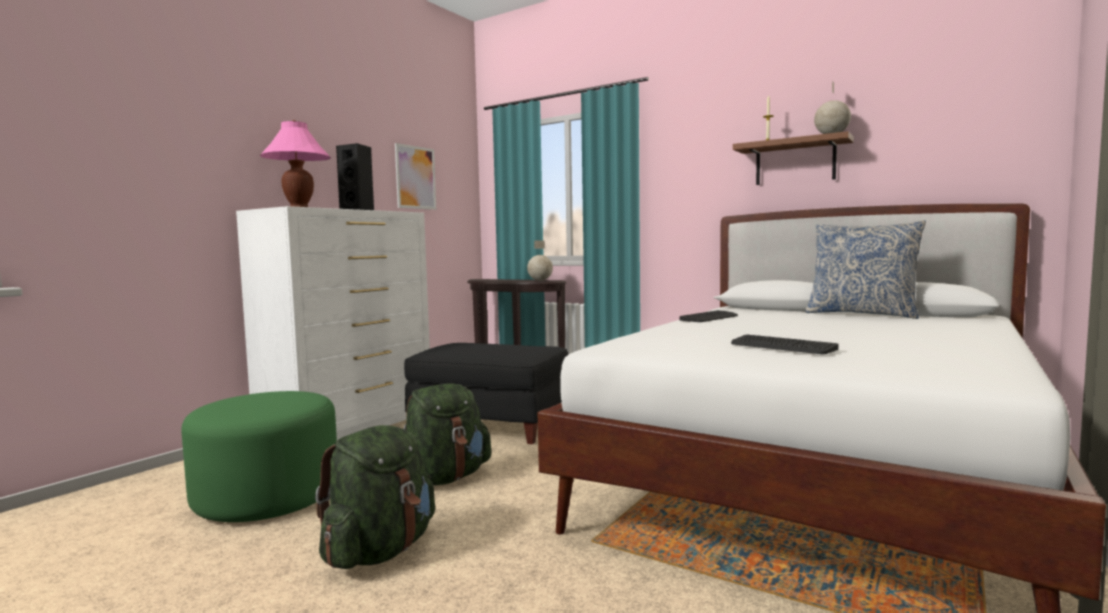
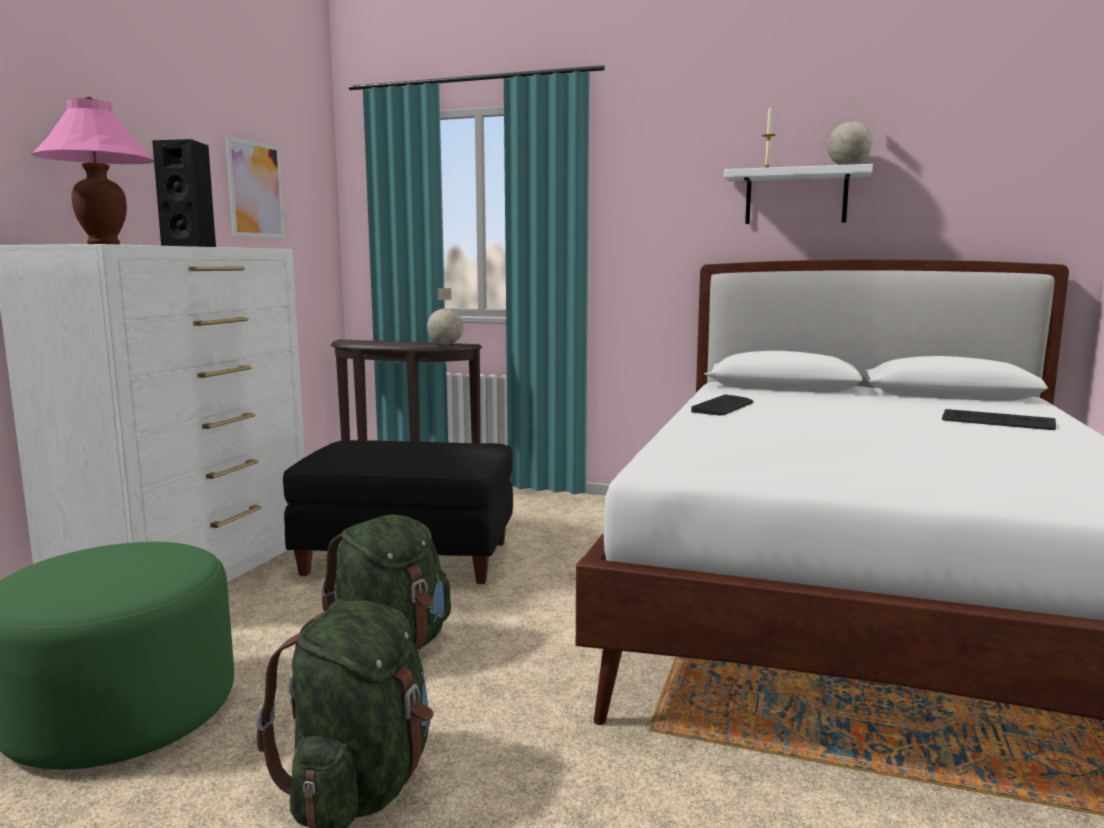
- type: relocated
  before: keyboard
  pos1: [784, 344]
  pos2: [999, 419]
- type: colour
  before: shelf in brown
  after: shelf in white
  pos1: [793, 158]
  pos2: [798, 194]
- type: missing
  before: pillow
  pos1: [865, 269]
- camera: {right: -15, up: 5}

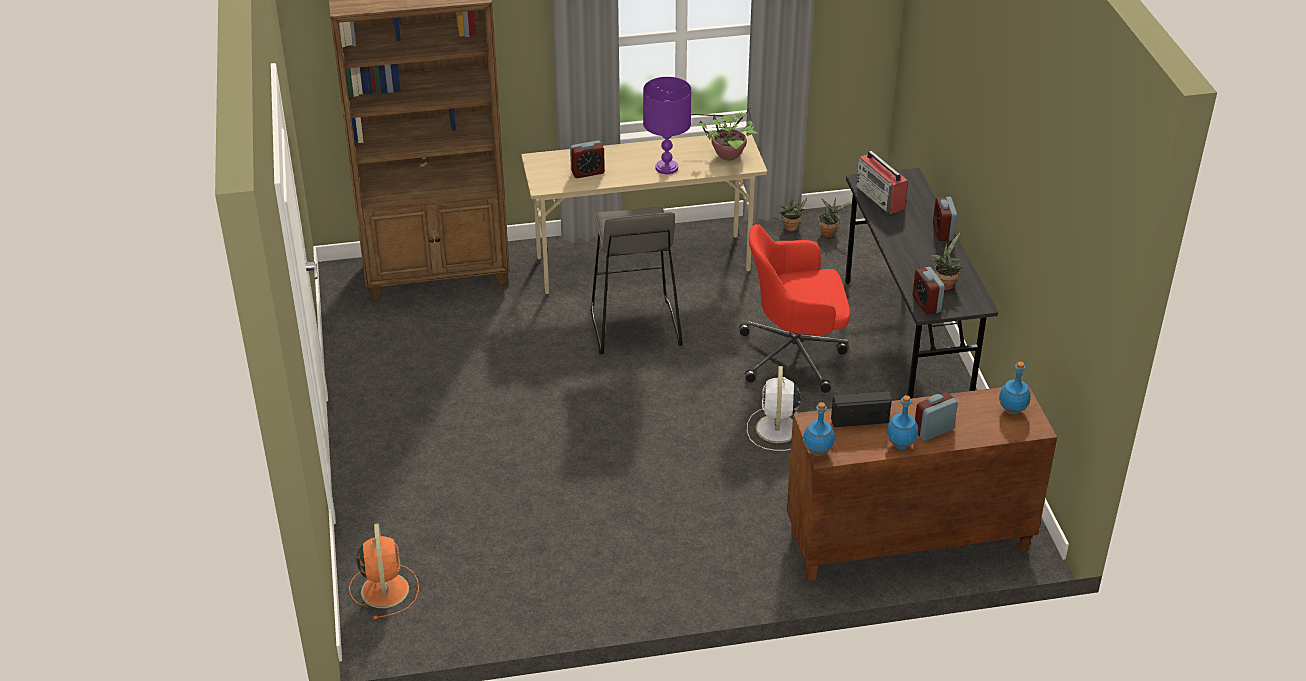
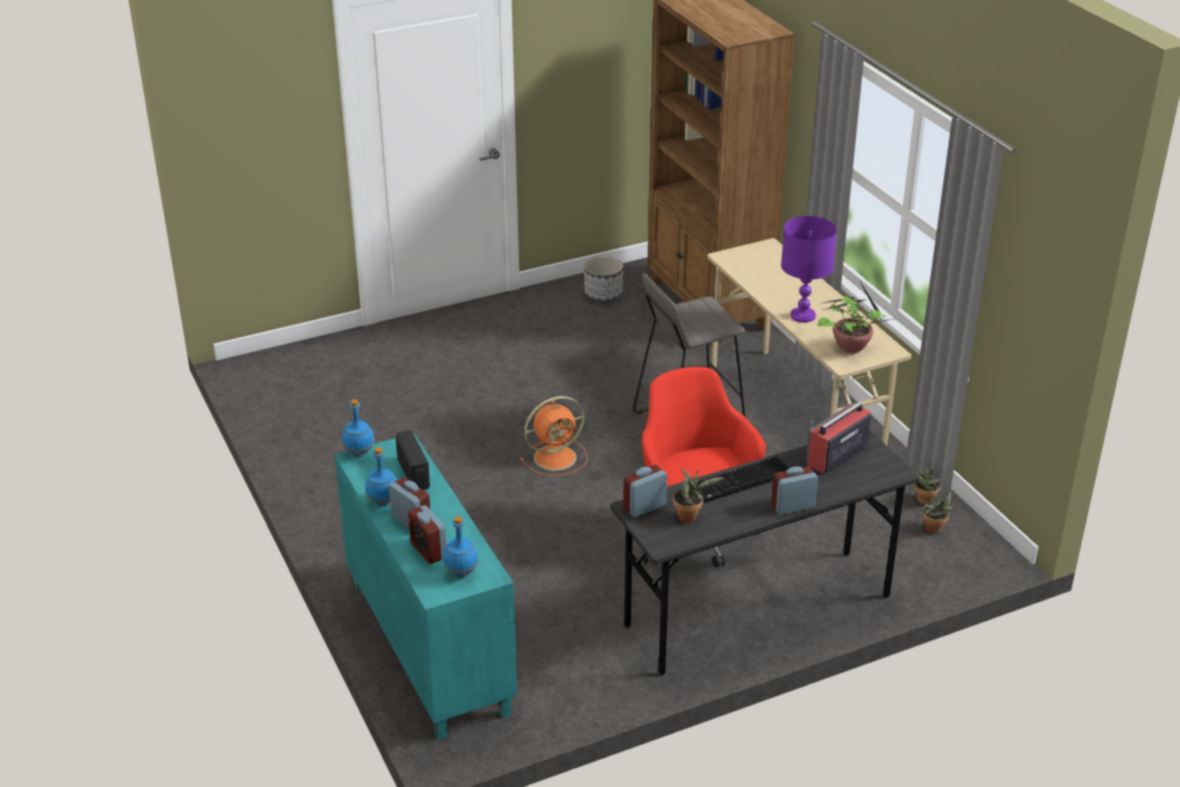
- type: relocated
  before: fan in orange
  pos1: [384, 571]
  pos2: [554, 436]
- type: relocated
  before: alarm clock
  pos1: [587, 159]
  pos2: [427, 534]
- type: missing
  before: fan in white
  pos1: [774, 408]
- type: colour
  before: cabinet in brown
  after: cabinet in turquoise
  pos1: [922, 483]
  pos2: [426, 586]
- type: appeared
  after: planter
  pos2: [603, 278]
- type: appeared
  after: keyboard
  pos2: [743, 479]
- camera: {right: 75, up: -5}

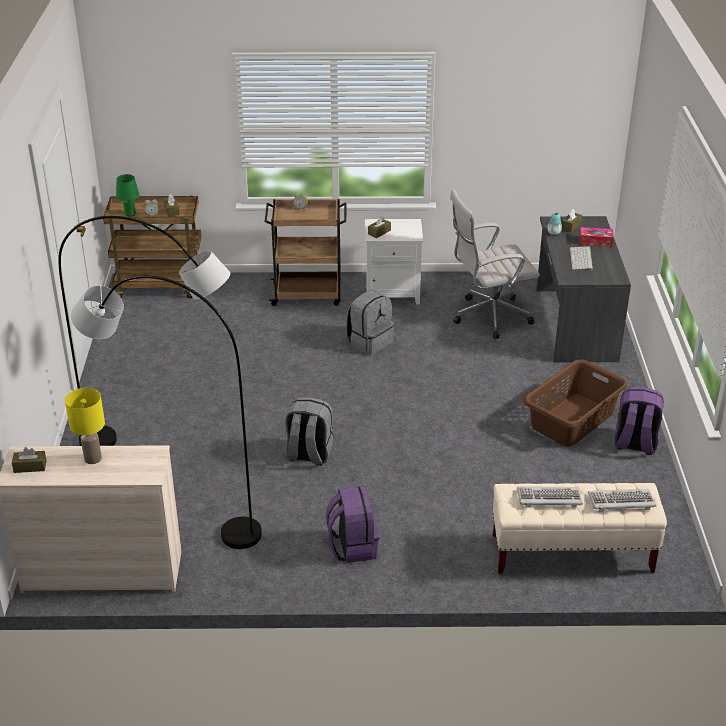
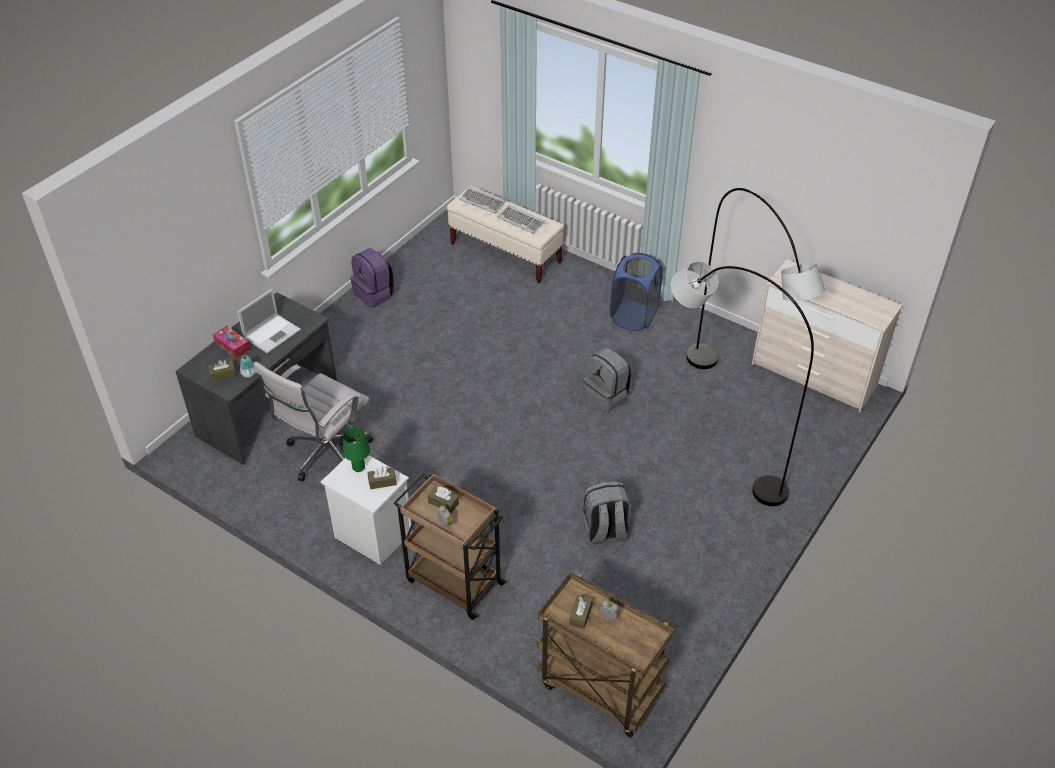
- type: relocated
  before: tissue box in brown
  pos1: [29, 460]
  pos2: [443, 499]
- type: missing
  before: table lamp in yellow
  pos1: [85, 426]
- type: relocated
  before: table lamp in green
  pos1: [127, 195]
  pos2: [356, 449]
- type: exchanged
  before: backpack in purple
  after: laundry basket in blue
  pos1: [353, 524]
  pos2: [636, 292]
- type: relocated
  before: backpack in grey
  pos1: [370, 322]
  pos2: [606, 512]
- type: spun
  before: office chair in white
  pos1: [495, 264]
  pos2: [313, 421]
  turn: 105
- type: missing
  before: laundry basket in brown
  pos1: [575, 403]
- type: exchanged
  before: keyboard
  after: laptop
  pos1: [581, 258]
  pos2: [269, 321]
- camera: {right: -145, up: 10}

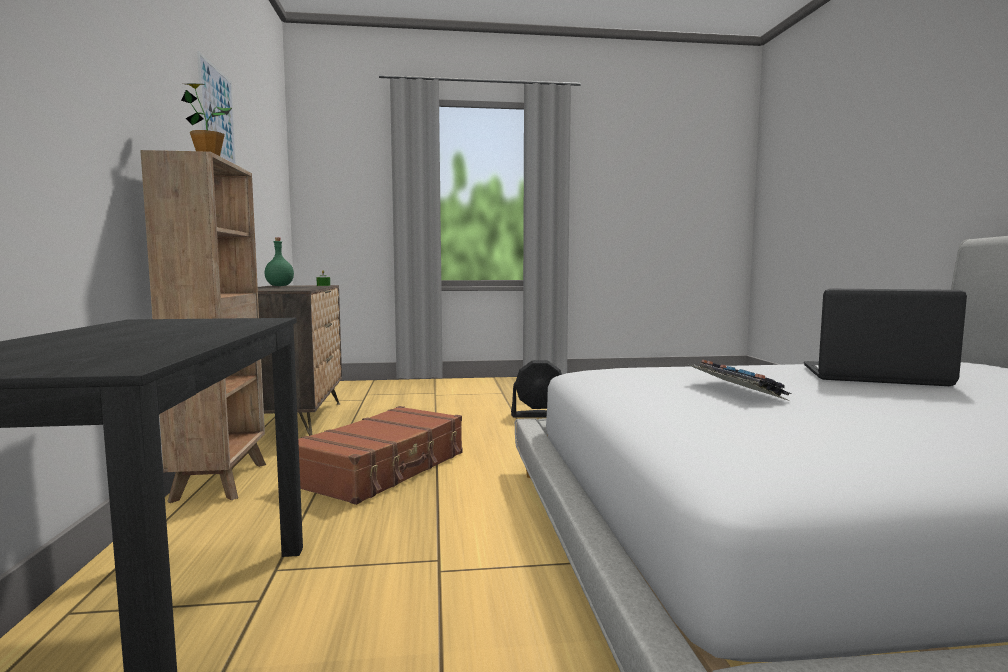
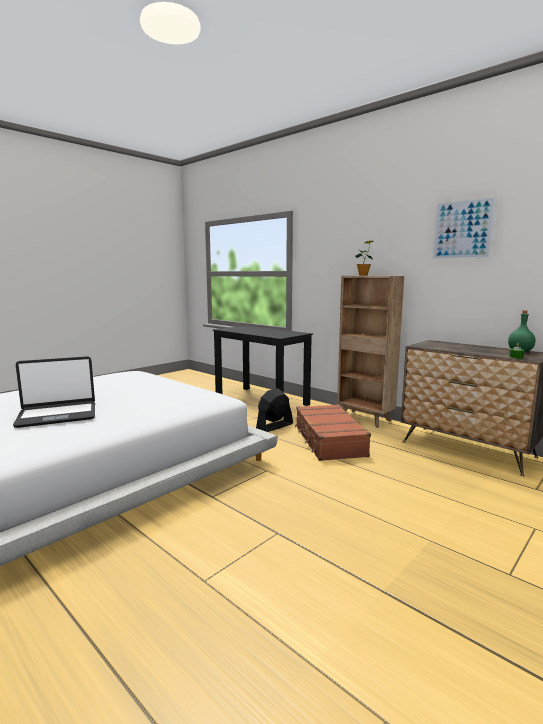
- type: relocated
  before: fan in black
  pos1: [536, 389]
  pos2: [274, 410]
- type: missing
  before: keyboard
  pos1: [739, 380]
- camera: {right: 140, up: 5}

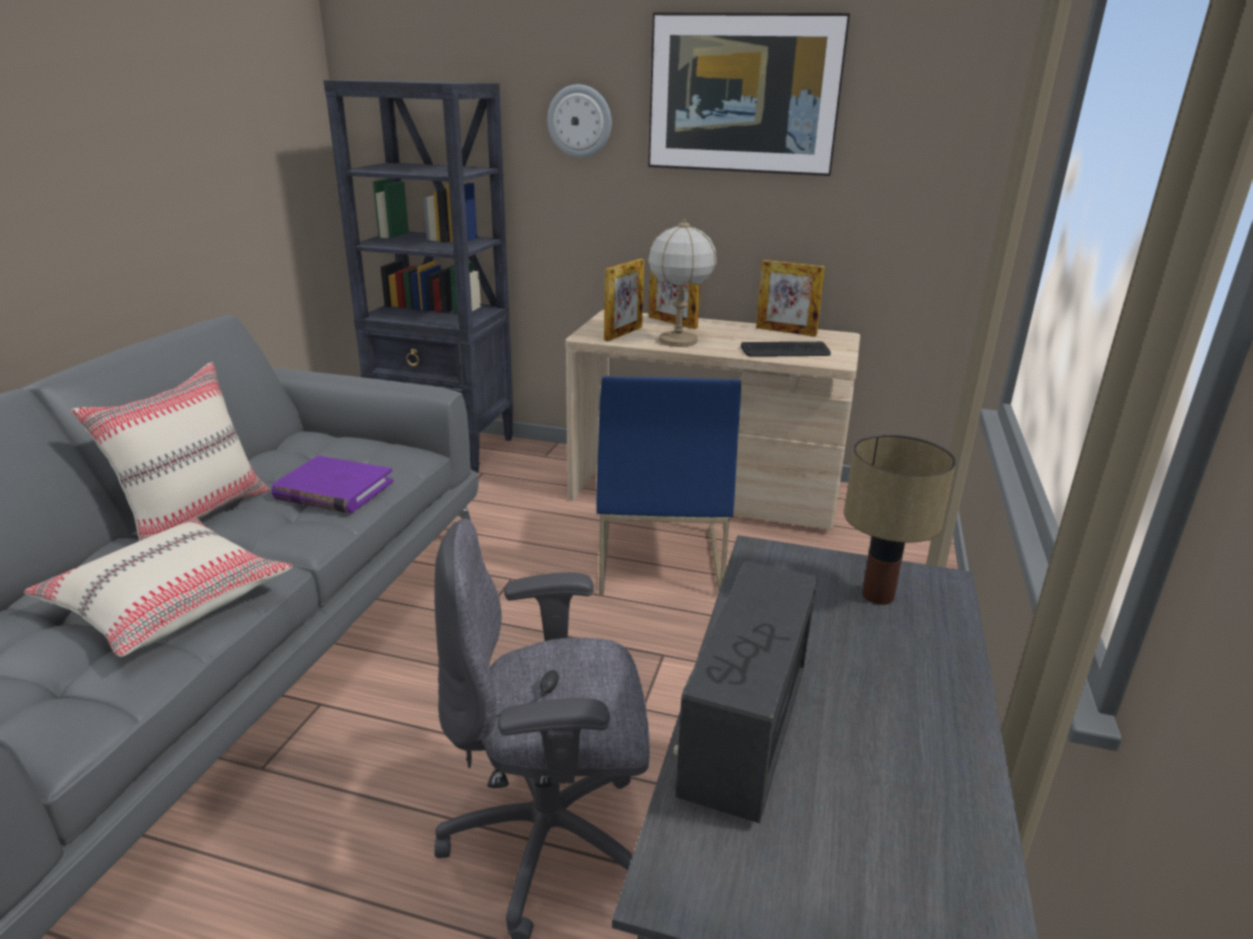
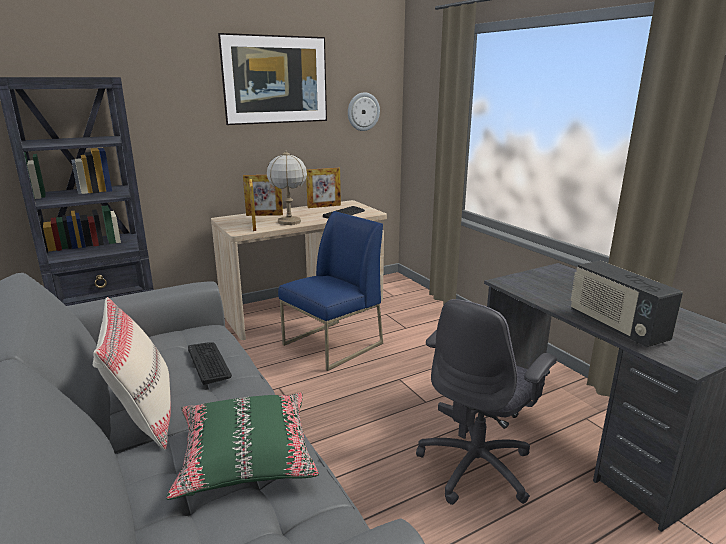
- type: colour
  before: pillow in beige
  after: pillow in green
  pos1: [158, 587]
  pos2: [242, 446]
- type: exchanged
  before: book in purple
  after: keyboard
  pos1: [333, 484]
  pos2: [210, 363]
- type: relocated
  before: wall clock
  pos1: [580, 121]
  pos2: [364, 111]
- type: spun
  before: chair in blue
  pos1: [668, 485]
  pos2: [330, 291]
  turn: -90
- type: missing
  before: table lamp
  pos1: [900, 519]
- camera: {right: -45, up: -5}

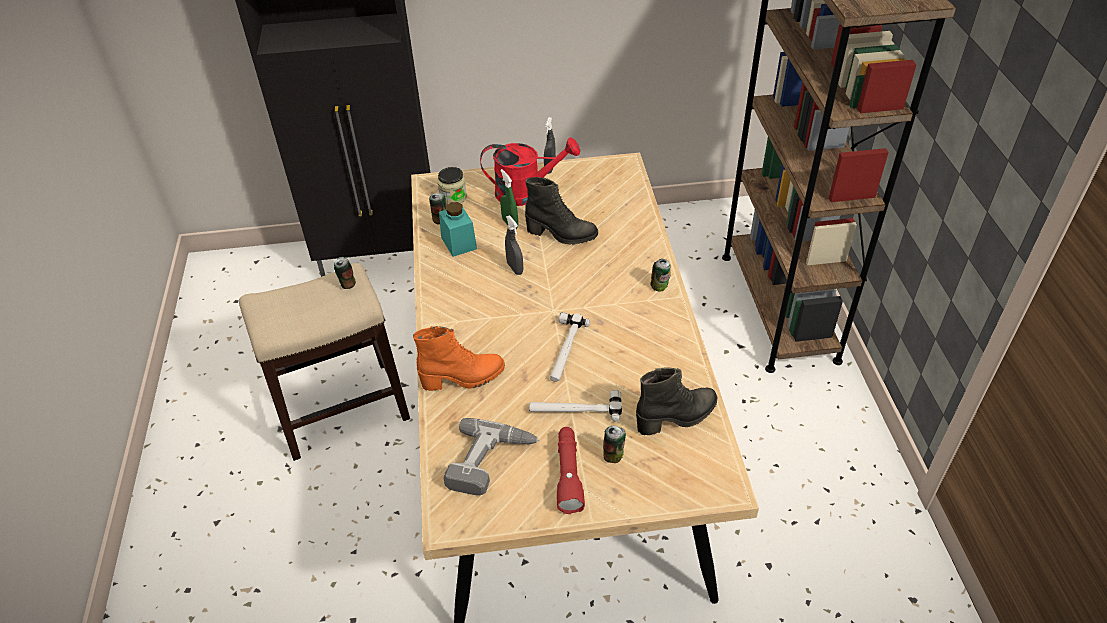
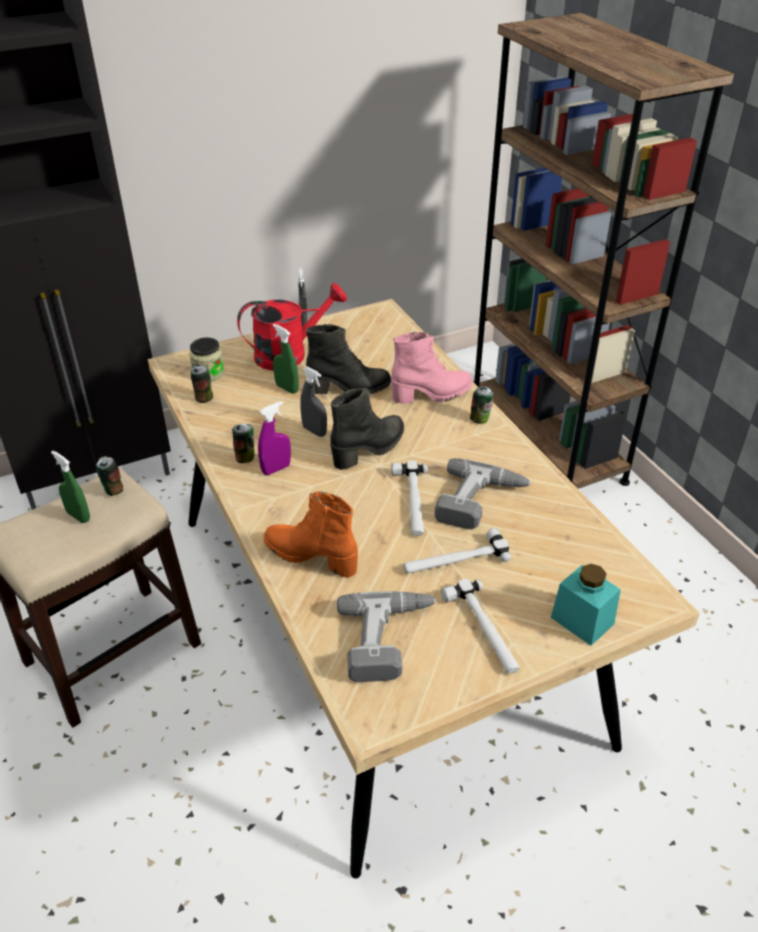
- type: spun
  before: boot in orange
  pos1: [459, 358]
  pos2: [311, 534]
  turn: -120
- type: relocated
  before: jar in turquoise
  pos1: [458, 229]
  pos2: [586, 605]
- type: exchanged
  before: flashlight in red
  after: hammer
  pos1: [571, 470]
  pos2: [480, 626]
- type: relocated
  before: can
  pos1: [614, 444]
  pos2: [243, 443]
- type: relocated
  before: boot in black
  pos1: [677, 401]
  pos2: [367, 429]
- type: appeared
  after: spray bottle in green
  pos2: [70, 486]
- type: appeared
  after: spray bottle in purple
  pos2: [274, 438]
- type: appeared
  after: boot in pink
  pos2: [431, 368]
- type: appeared
  after: power drill
  pos2: [482, 494]
- camera: {right: -20, up: -5}

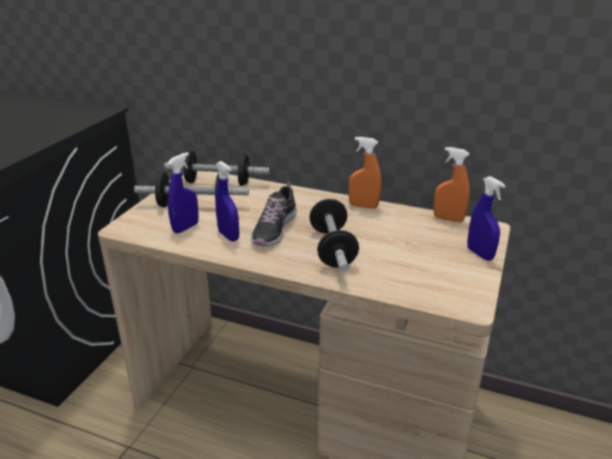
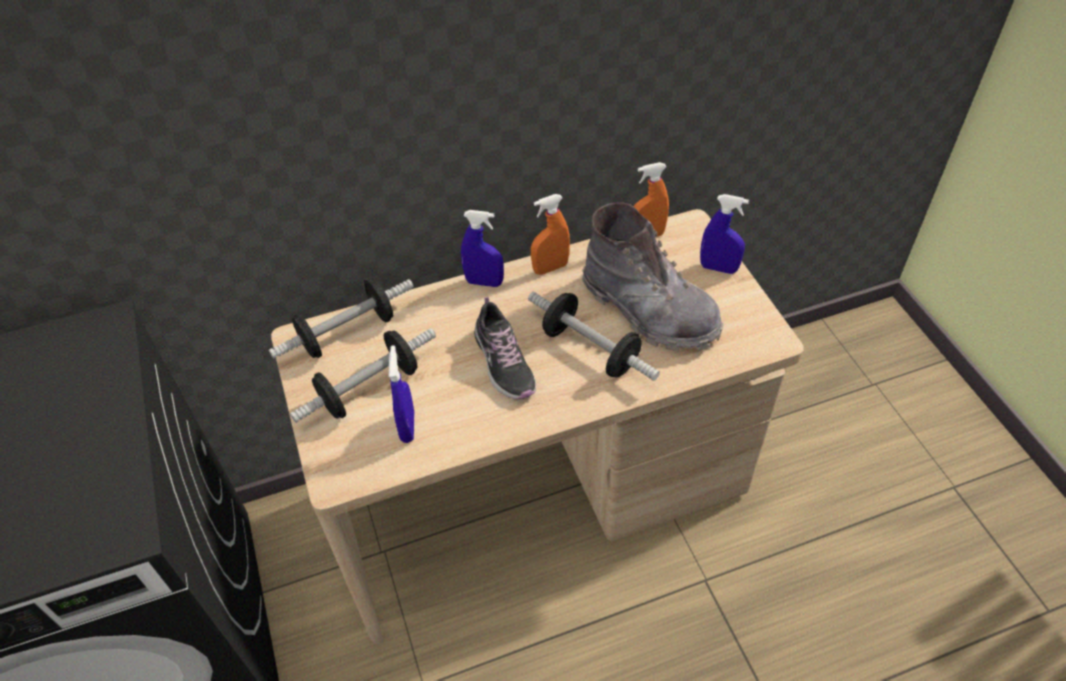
- type: relocated
  before: spray bottle in blue
  pos1: [227, 201]
  pos2: [482, 248]
- type: appeared
  after: boot in grey
  pos2: [653, 276]
- camera: {right: -40, up: 20}

